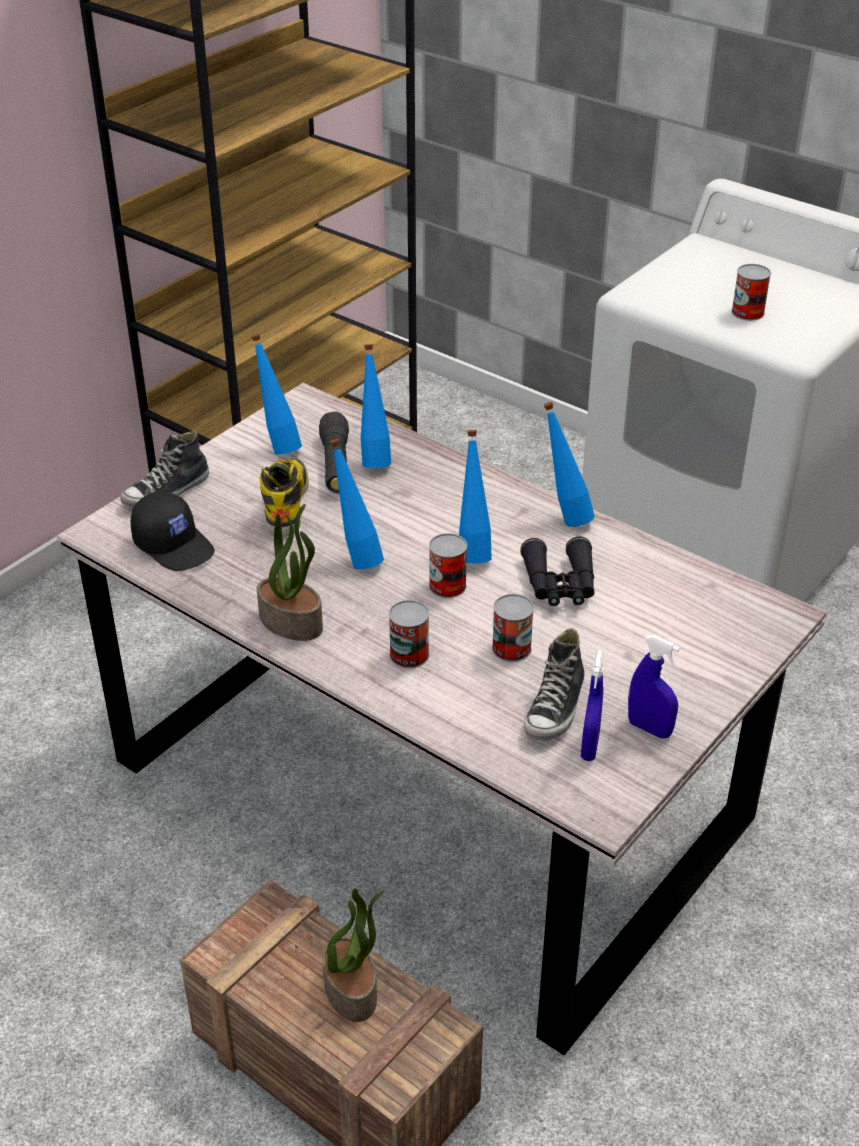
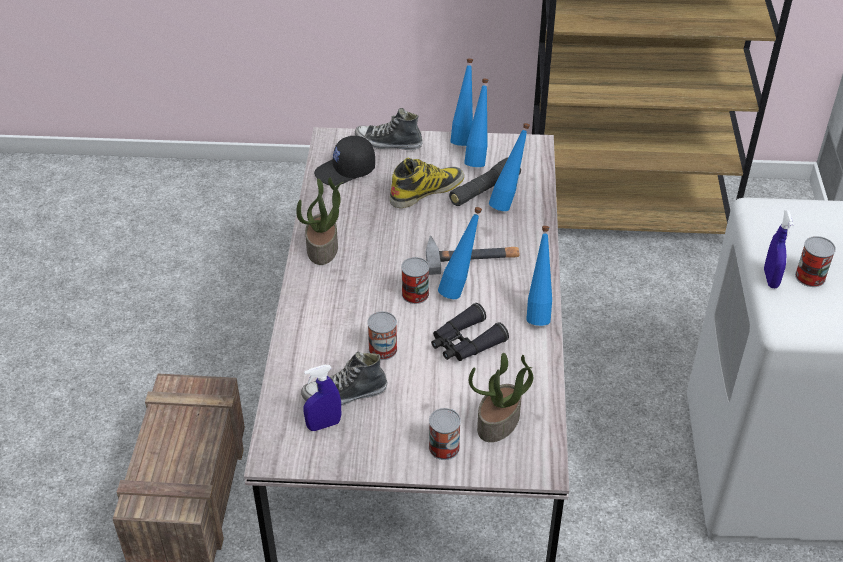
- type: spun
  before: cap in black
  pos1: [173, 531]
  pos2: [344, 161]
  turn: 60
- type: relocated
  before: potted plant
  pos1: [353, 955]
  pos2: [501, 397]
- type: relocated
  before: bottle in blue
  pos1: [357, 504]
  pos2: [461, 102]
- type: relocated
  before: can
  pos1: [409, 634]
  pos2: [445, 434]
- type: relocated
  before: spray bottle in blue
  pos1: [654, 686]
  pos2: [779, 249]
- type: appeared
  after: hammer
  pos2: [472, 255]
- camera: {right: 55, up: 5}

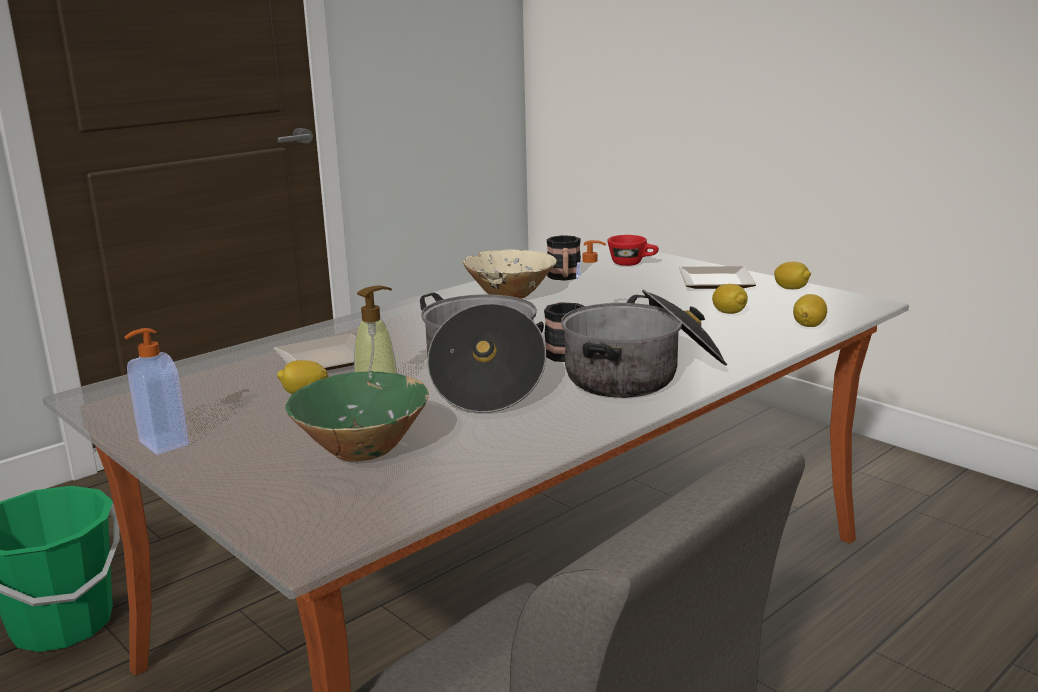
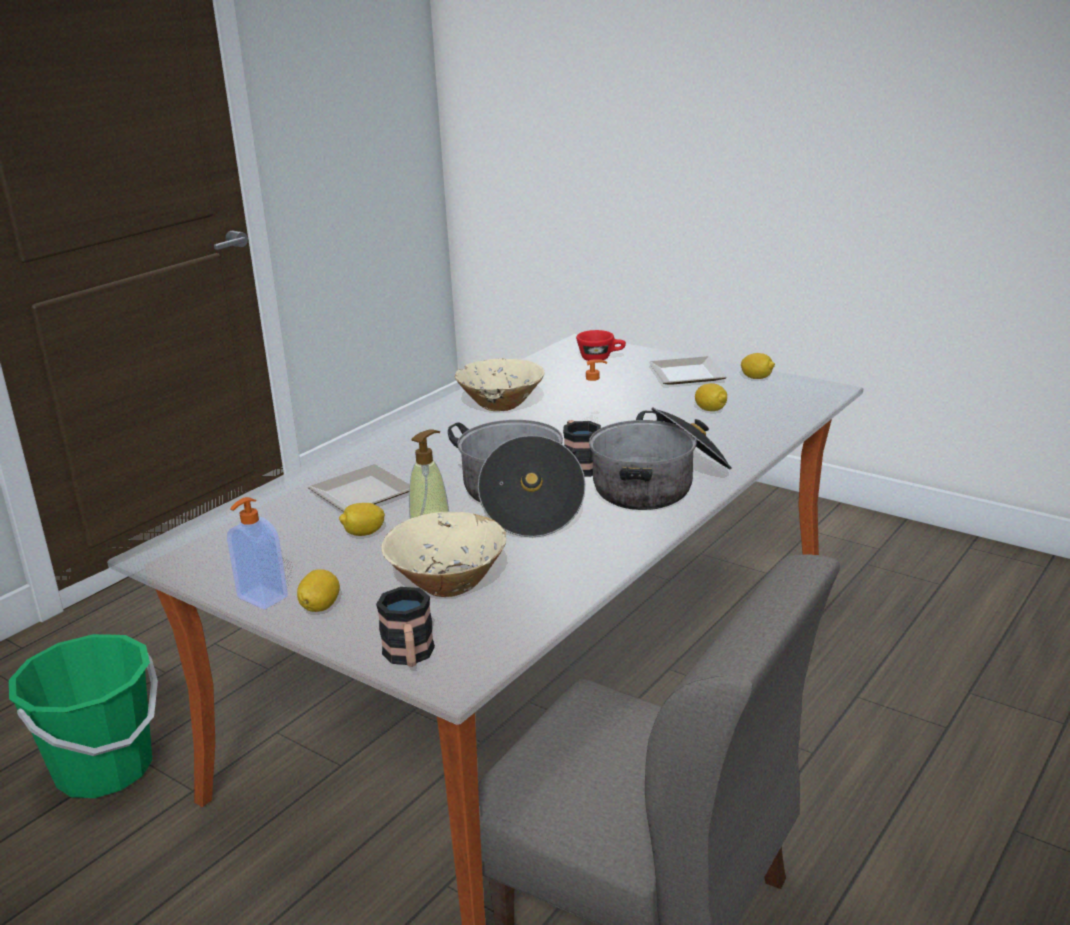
- type: colour
  before: bowl in green
  after: bowl in beige
  pos1: [357, 416]
  pos2: [444, 554]
- type: relocated
  before: mug
  pos1: [564, 258]
  pos2: [405, 627]
- type: relocated
  before: lemon
  pos1: [810, 310]
  pos2: [318, 590]
- camera: {right: -10, up: 5}

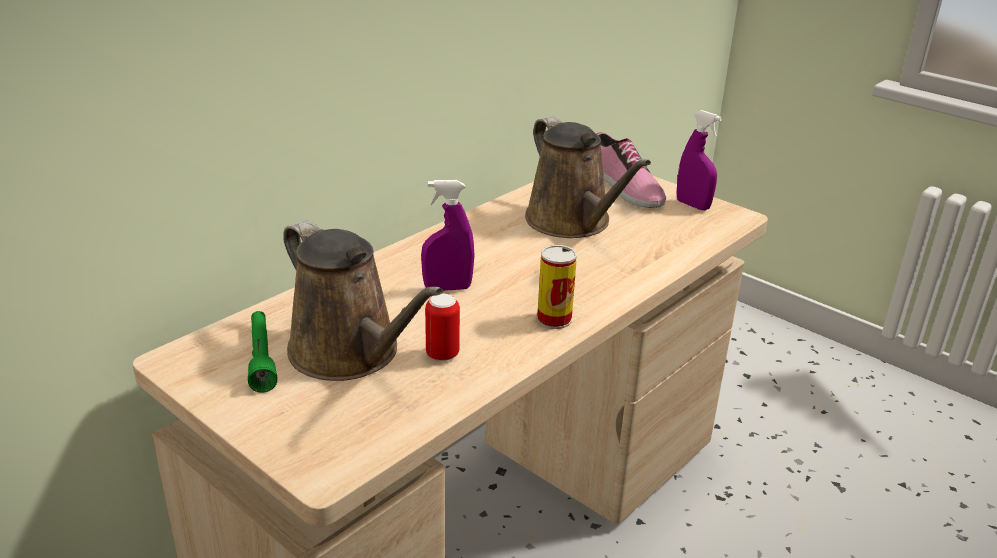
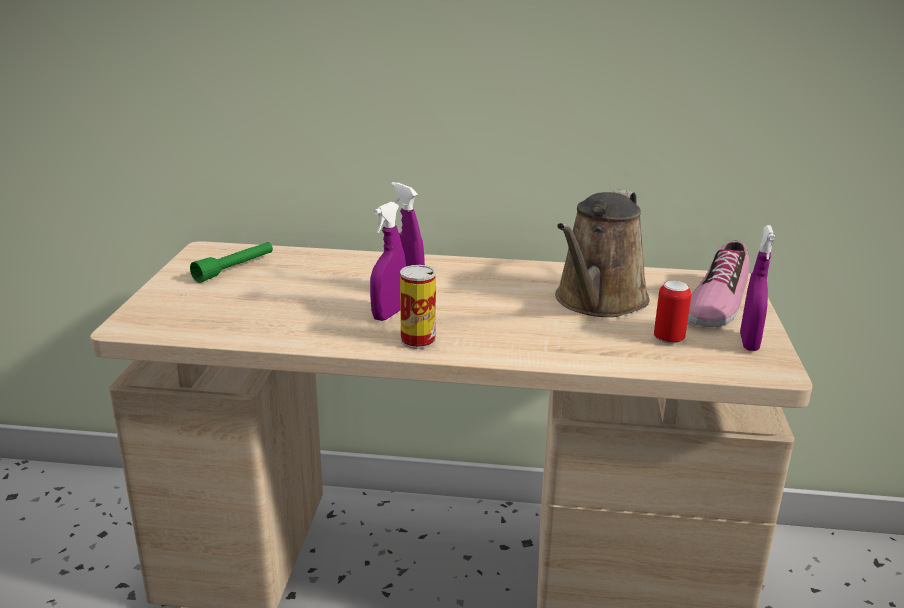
- type: missing
  before: watering can in brown
  pos1: [363, 300]
- type: relocated
  before: can
  pos1: [442, 327]
  pos2: [672, 312]
- type: appeared
  after: spray bottle in purple
  pos2: [388, 261]
- camera: {right: 55, up: -5}

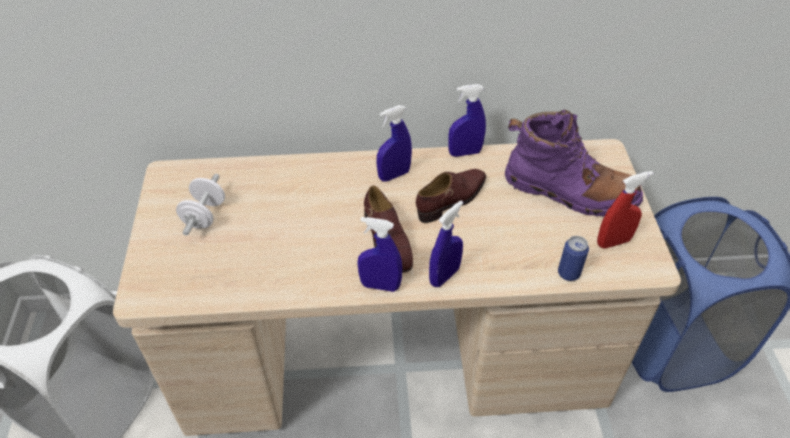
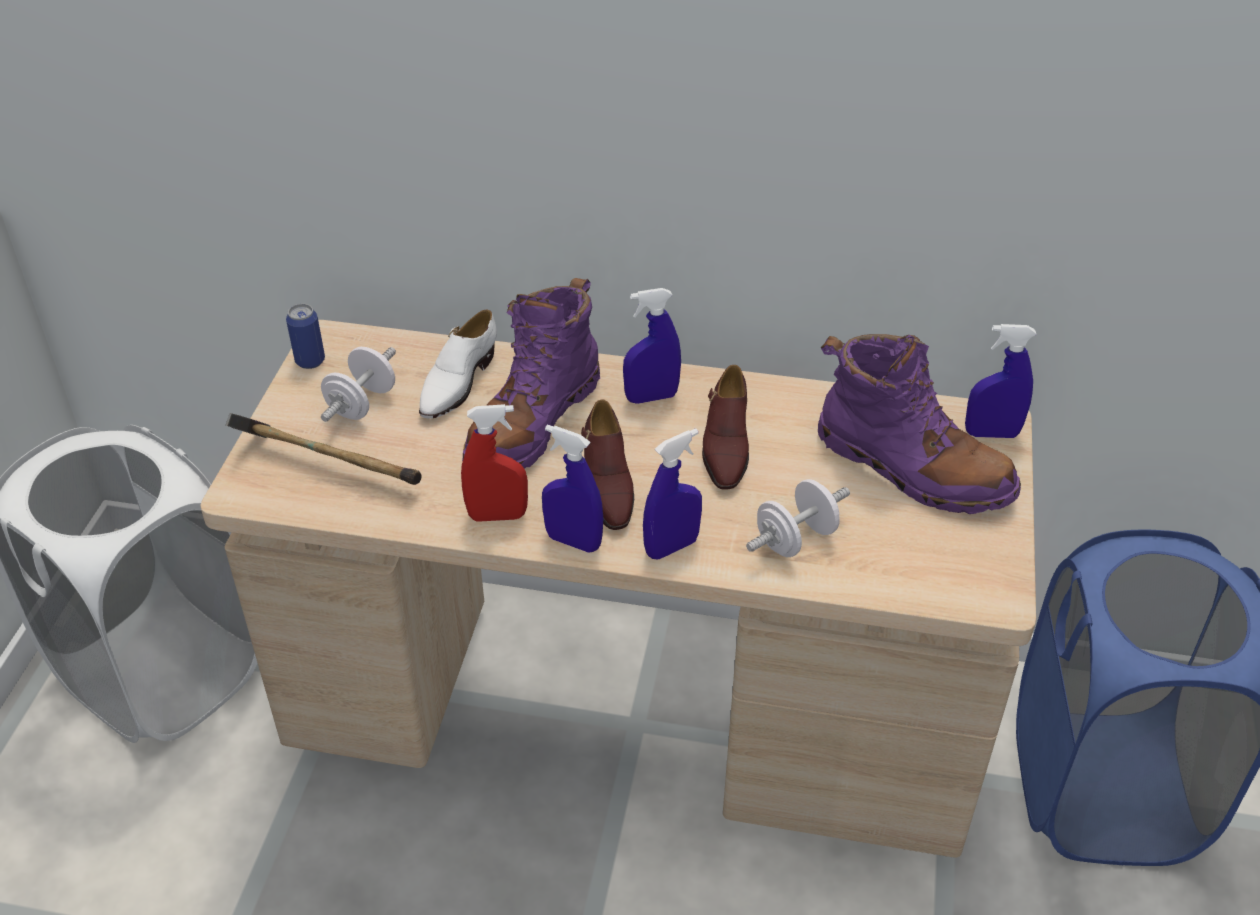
- type: spun
  before: shoe in brown
  pos1: [451, 196]
  pos2: [725, 427]
  turn: 120
- type: relocated
  before: spray bottle in blue
  pos1: [467, 120]
  pos2: [1000, 381]
- type: relocated
  before: can
  pos1: [573, 258]
  pos2: [305, 336]
- type: relocated
  before: spray bottle in red
  pos1: [625, 210]
  pos2: [494, 463]
- type: appeared
  after: hammer
  pos2: [324, 449]
- type: appeared
  after: shoe in white
  pos2: [458, 364]
- type: appeared
  after: boot in purple
  pos2: [531, 373]
- type: appeared
  after: dumbbell in white
  pos2: [798, 518]
- camera: {right: 15, up: -5}

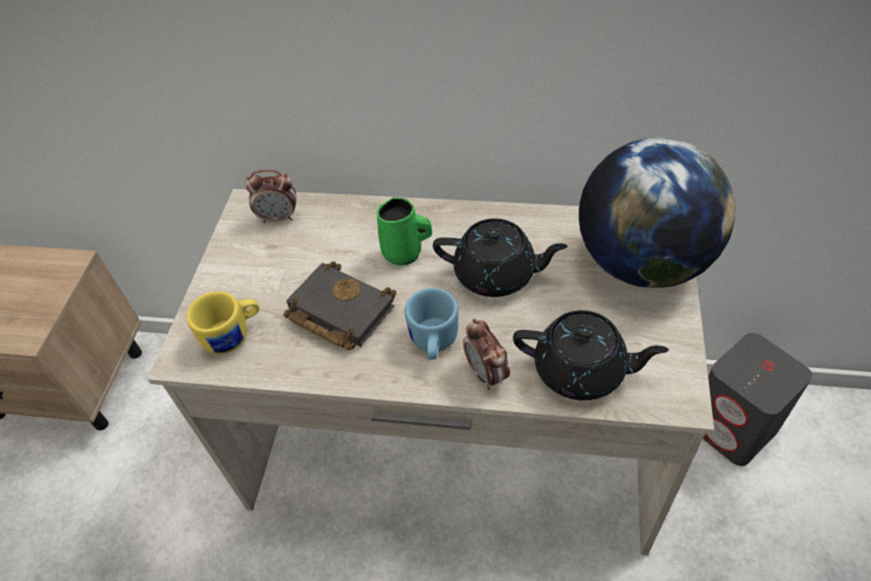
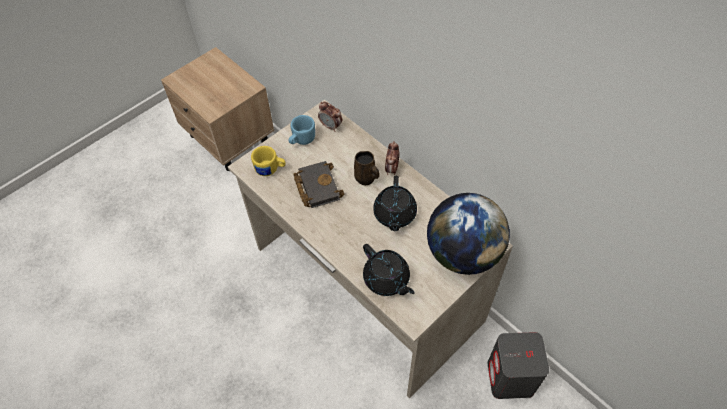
- type: colour
  before: mug in green
  after: mug in brown
  pos1: [404, 231]
  pos2: [366, 168]
- type: relocated
  before: mug in blue
  pos1: [431, 324]
  pos2: [301, 130]
- type: spun
  before: teapot in black
  pos1: [500, 257]
  pos2: [395, 203]
  turn: 45
- type: relocated
  before: alarm clock
  pos1: [486, 354]
  pos2: [392, 158]
- camera: {right: 35, up: 5}

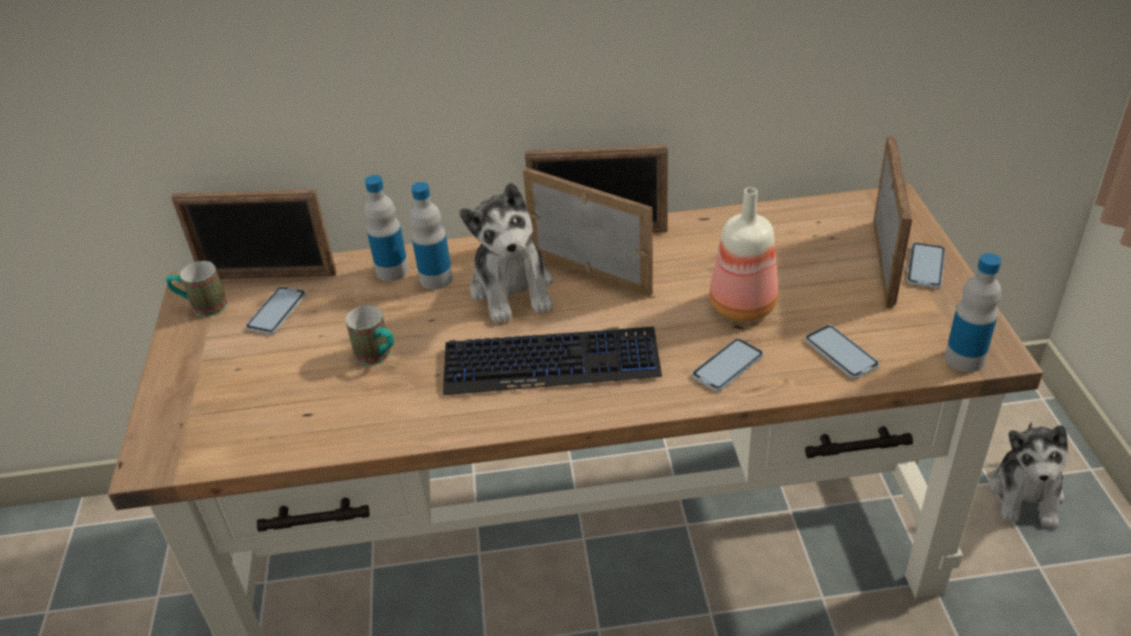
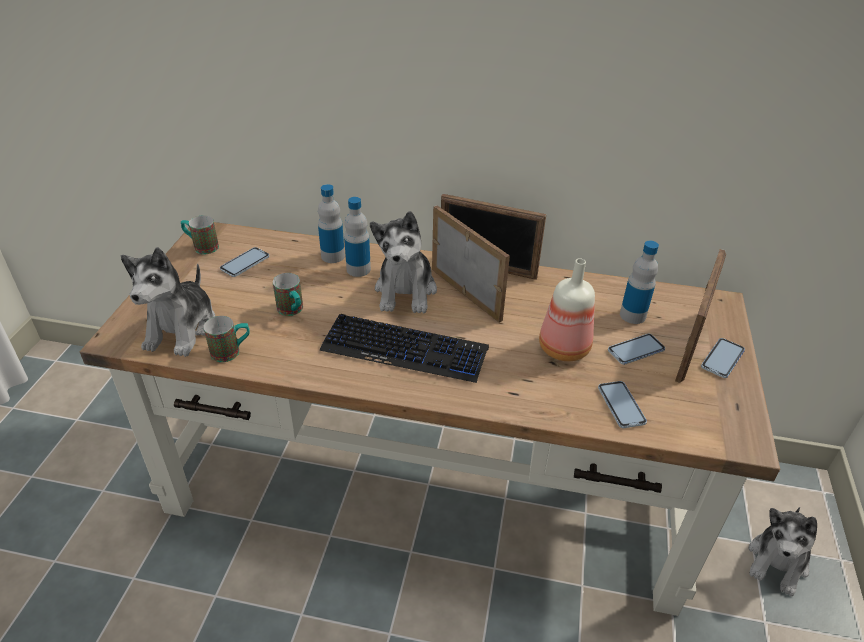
- type: missing
  before: picture frame
  pos1: [253, 234]
- type: relocated
  before: phone
  pos1: [727, 364]
  pos2: [636, 349]
- type: relocated
  before: bottle
  pos1: [973, 312]
  pos2: [639, 282]
- type: appeared
  after: plush toy
  pos2: [167, 302]
- type: appeared
  after: mug
  pos2: [227, 339]
- camera: {right: 15, up: 0}

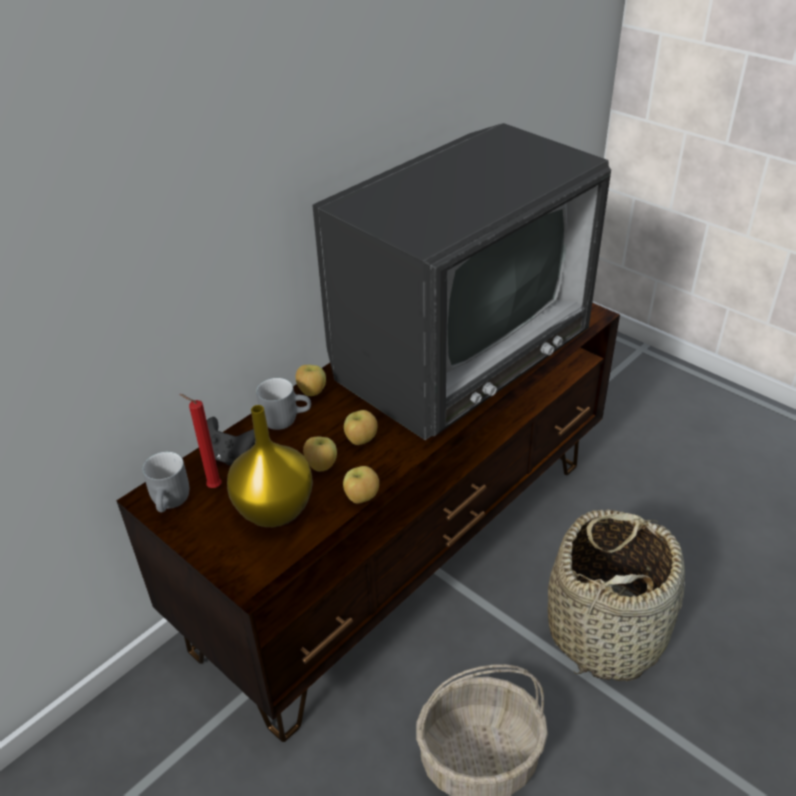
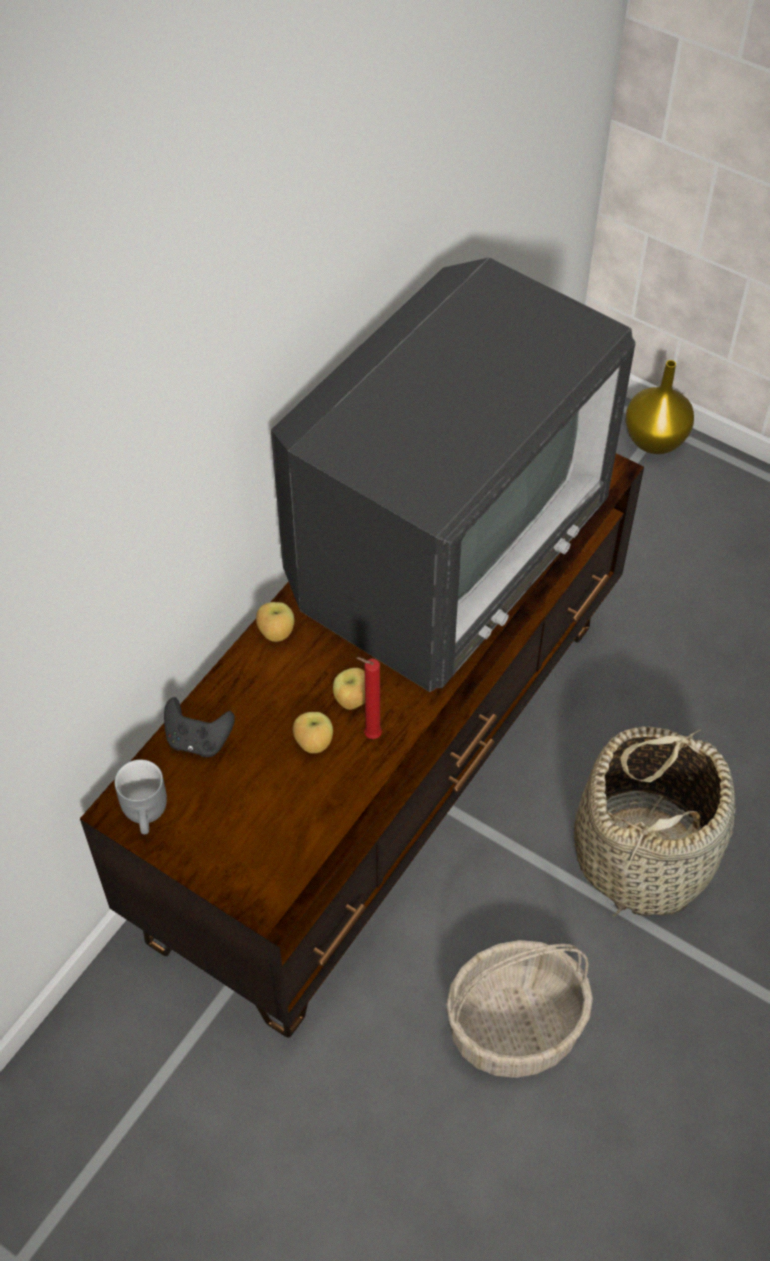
- type: relocated
  before: candle in red
  pos1: [200, 441]
  pos2: [369, 698]
- type: relocated
  before: vase in yellow
  pos1: [270, 466]
  pos2: [659, 407]
- type: missing
  before: mug in grey
  pos1: [283, 404]
- type: missing
  before: apple
  pos1: [361, 484]
- camera: {right: -10, up: 15}

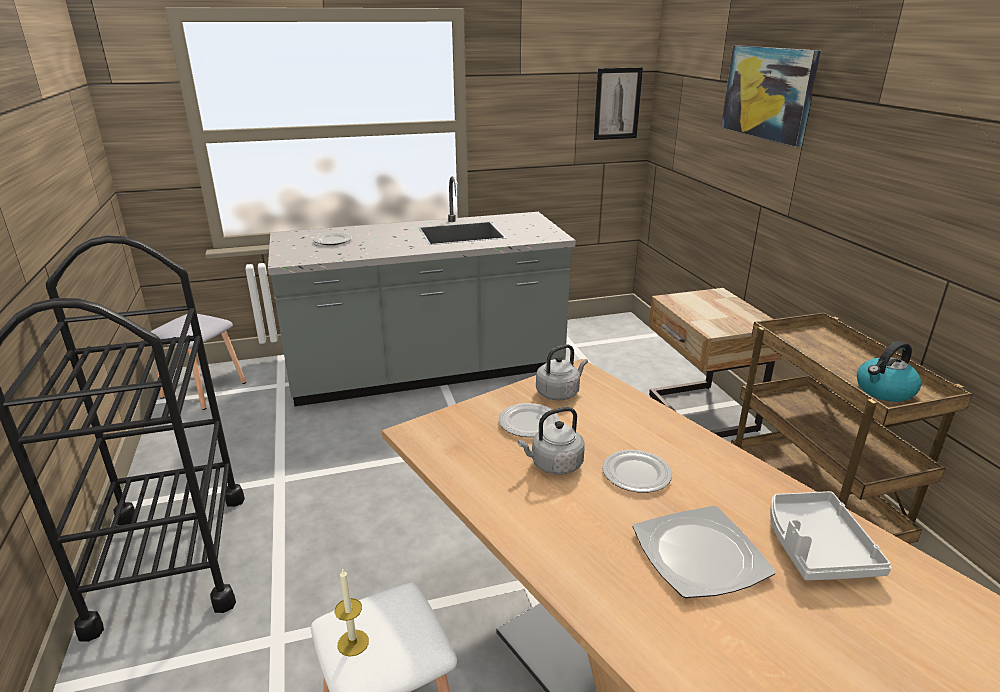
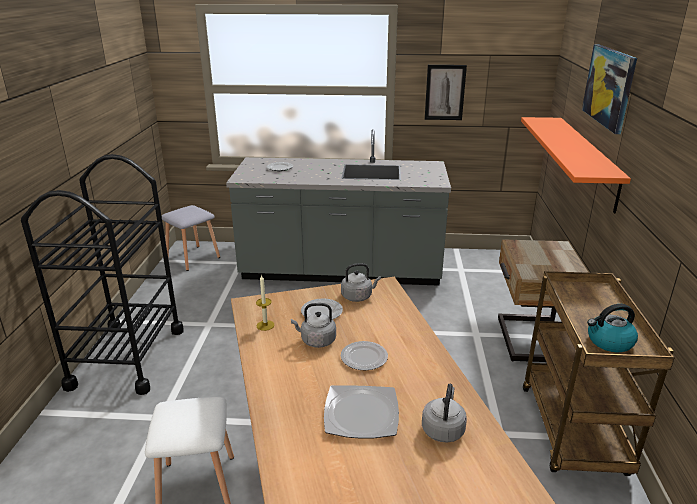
- type: relocated
  before: candle
  pos1: [352, 612]
  pos2: [265, 303]
- type: relocated
  before: picture
  pos1: [618, 103]
  pos2: [446, 92]
- type: exchanged
  before: tray in grey
  after: kettle in grey
  pos1: [830, 535]
  pos2: [444, 413]
- type: appeared
  after: shelf in orange
  pos2: [576, 165]
- camera: {right: 20, up: 0}

